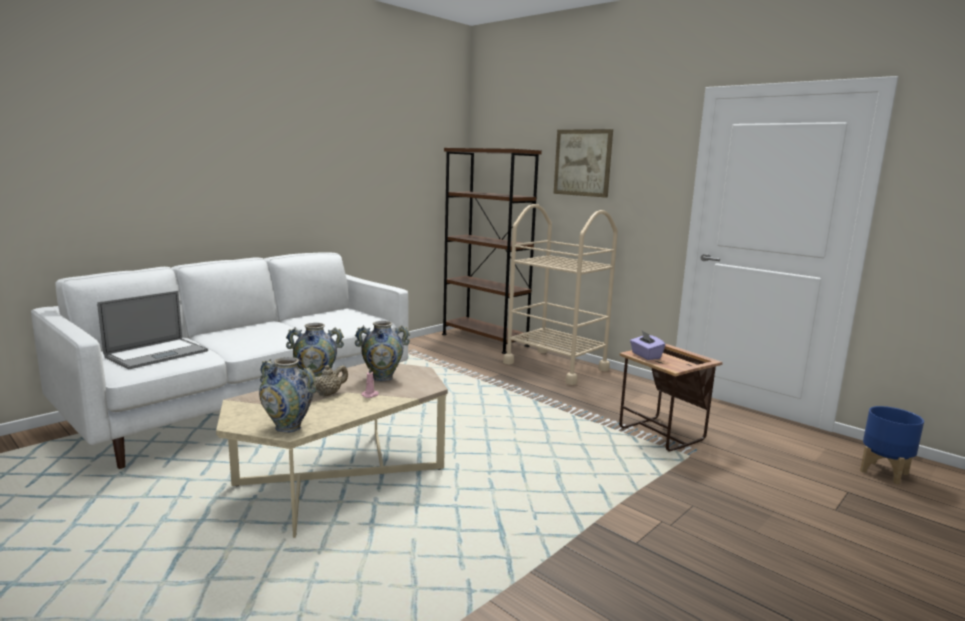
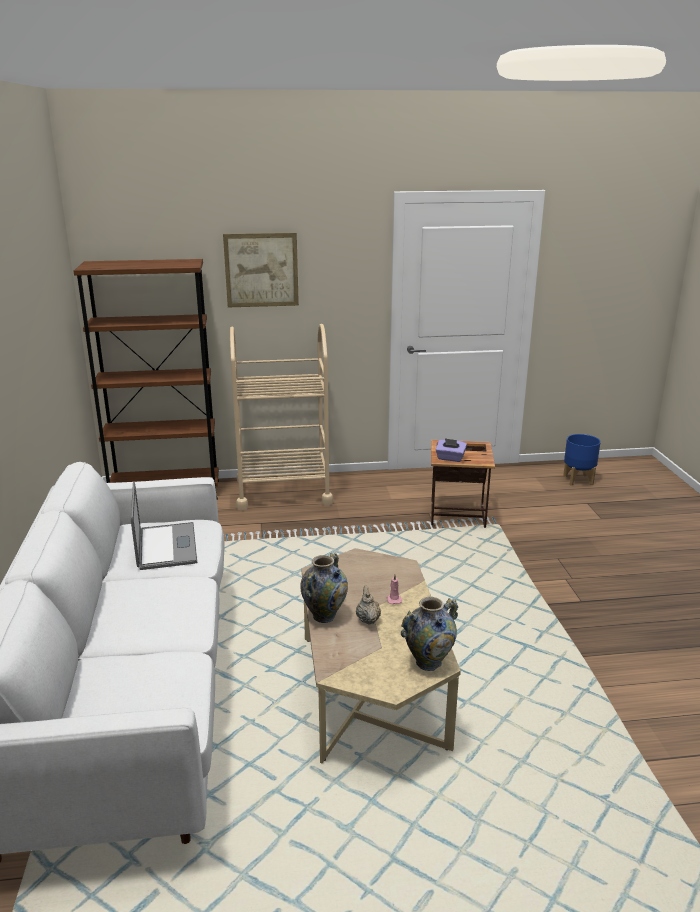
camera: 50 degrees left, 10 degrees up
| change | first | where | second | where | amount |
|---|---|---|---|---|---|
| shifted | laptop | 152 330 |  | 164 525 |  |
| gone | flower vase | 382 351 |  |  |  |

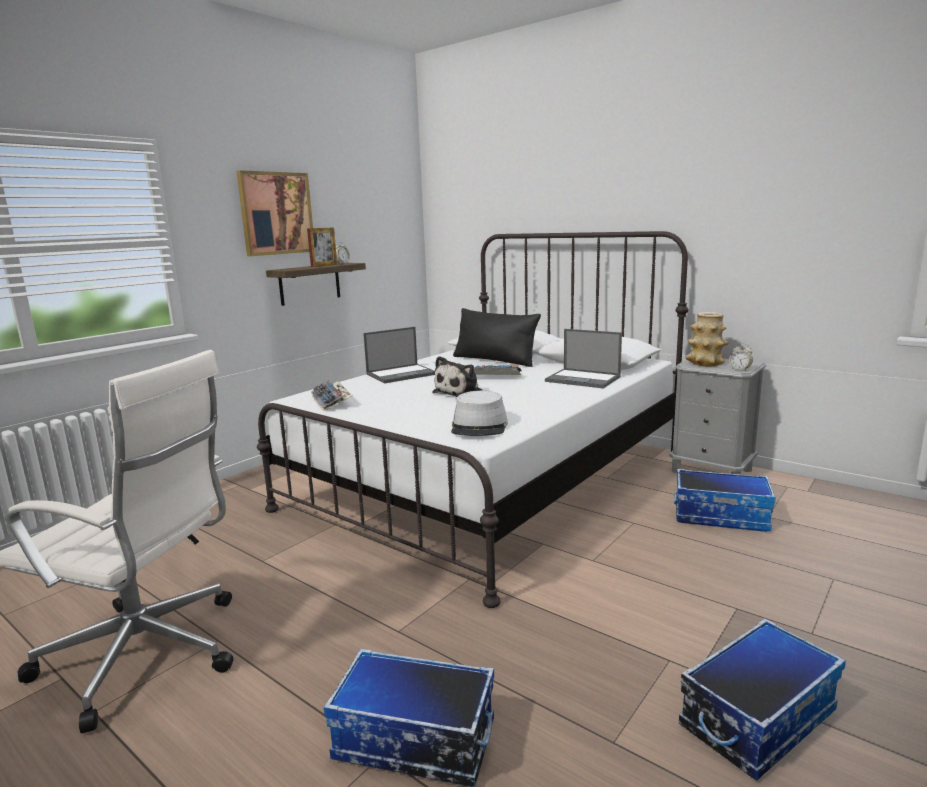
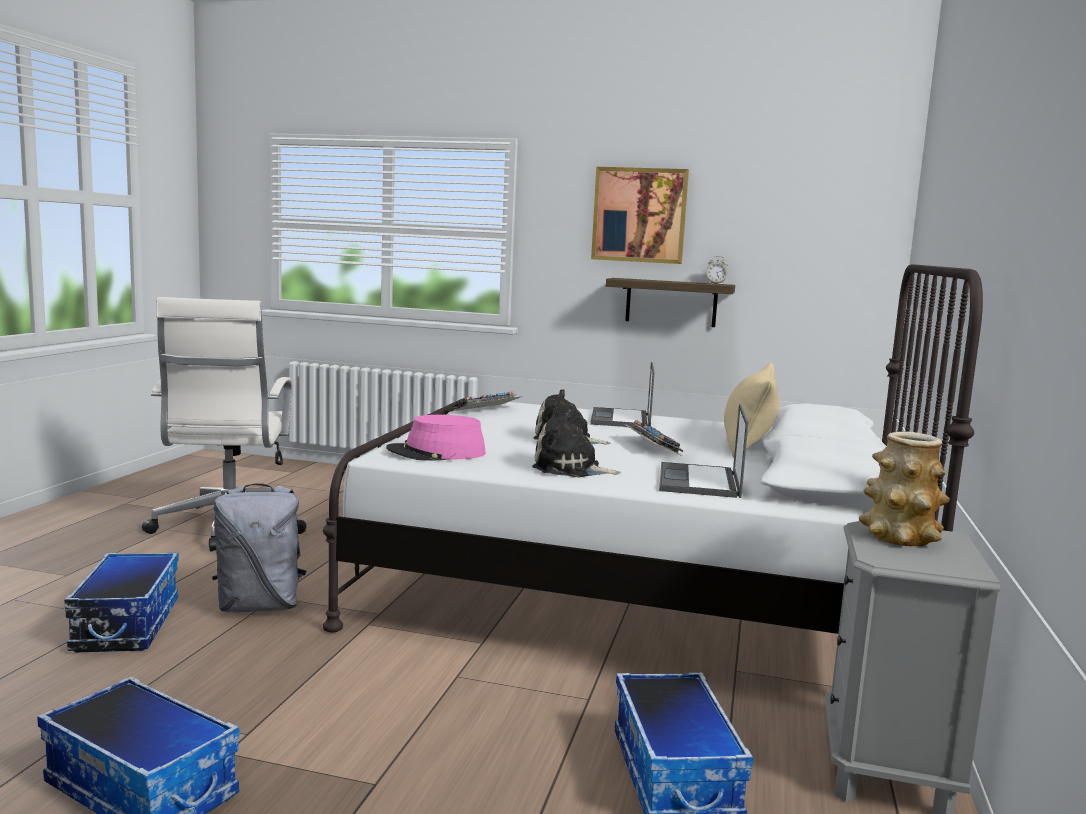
camera: 65 degrees right, 5 degrees down
| change | first | where | second | where | amount |
|---|---|---|---|---|---|
| gone | picture frame | 322 247 |  |  |  |
| rotated | laptop | 399 355 |  | 622 394 | 60 degrees clockwise |
| repainted | wearable hat in greyish | 479 413 | wearable hat in pink-coloured | 436 438 |  |
| repainted | throw pillow in black | 497 337 | throw pillow in sand-coloured | 752 410 |  |
| gone | alarm clock | 741 357 |  |  |  |
| new |  |  | rucksack in greyish | 259 547 |  |
| new |  |  | plush toy | 576 443 |  |

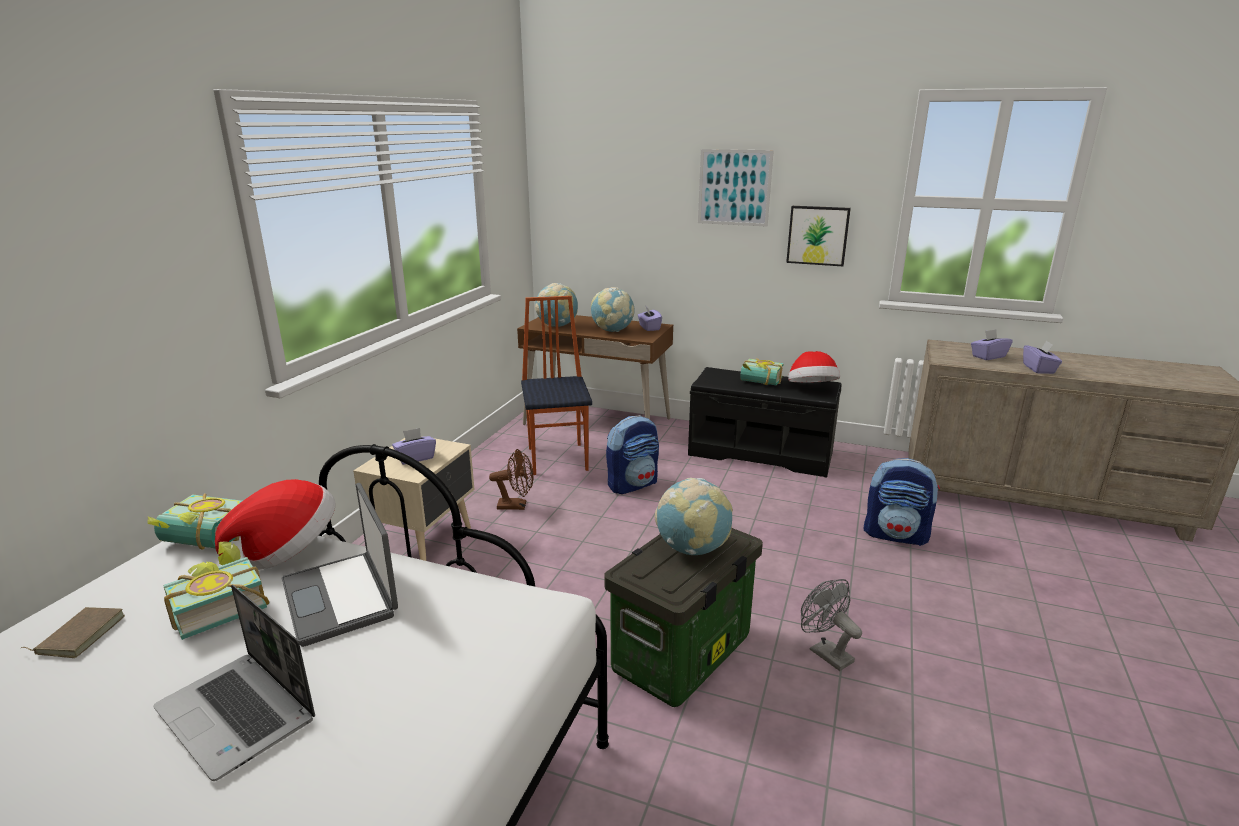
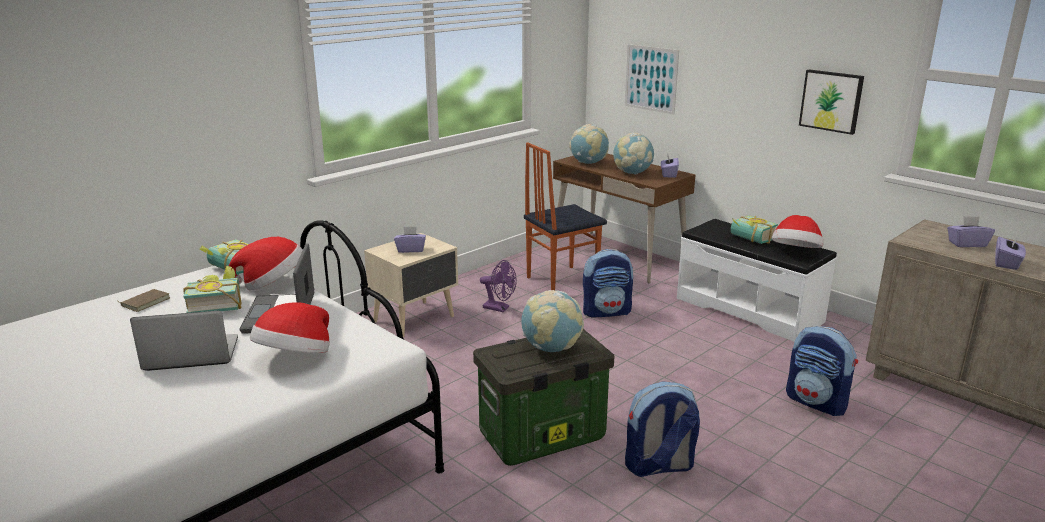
camera: 25 degrees right, 0 degrees up
| change | first | where | second | where | amount |
|---|---|---|---|---|---|
| rotated | laptop | 234 682 |  | 184 341 | 105 degrees clockwise |
| repainted | fan in brown-coloured | 511 479 | fan in purple-coloured | 498 286 |  |
| rotated | plain chair | 556 385 |  | 565 216 | 135 degrees counterclockwise |
| repainted | bench in black | 765 422 | bench in white | 757 280 |  |
| shifted | wall picture | 736 188 |  | 652 79 |  |
| swapped | fan in greyish | 831 625 | rucksack | 662 429 |  |
| new |  |  | wearable hat | 290 327 |  |

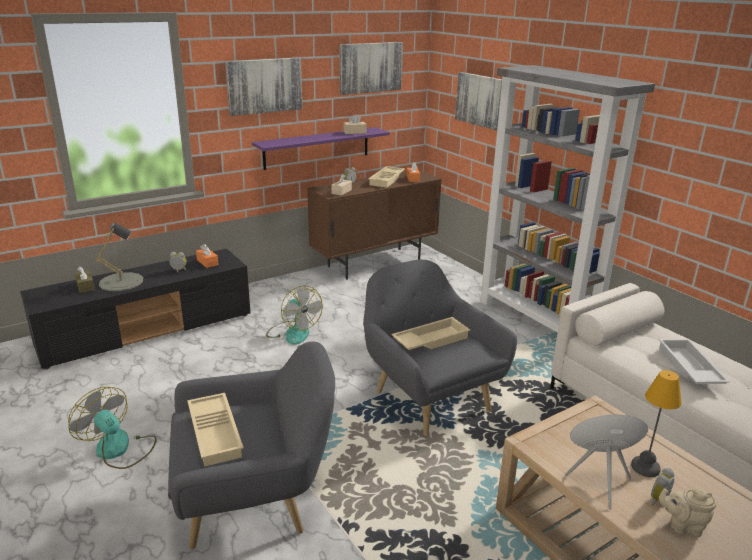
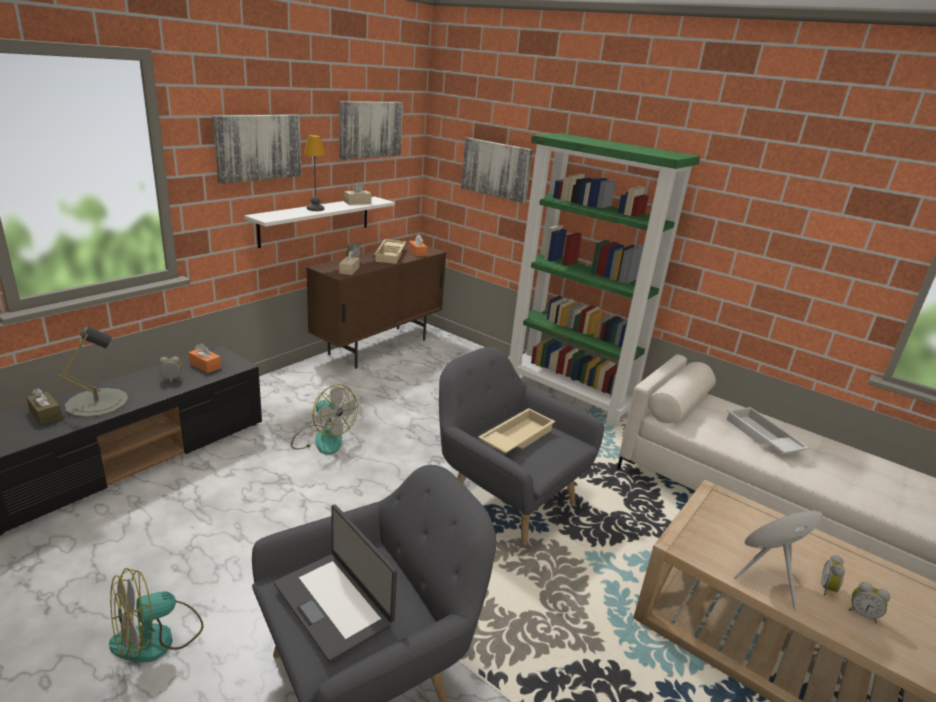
camera: 20 degrees left, 0 degrees up
| change | first | where | second | where | amount |
|---|---|---|---|---|---|
| rotated | fan | 112 428 |  | 156 615 | 60 degrees counterclockwise |
| swapped | tray in sand-coloured | 215 429 | laptop | 335 583 |  |
| repainted | bracket shelf in purple-coloured | 321 148 | bracket shelf in white | 319 222 |  |
| repainted | bookshelf in greyish | 567 199 | bookshelf in green-coloured | 604 280 |  |
| shifted | lamp for a table | 656 423 |  | 314 173 |  |
| swapped | tea pot in sand-coloured | 687 513 | alarm clock | 869 602 |  |

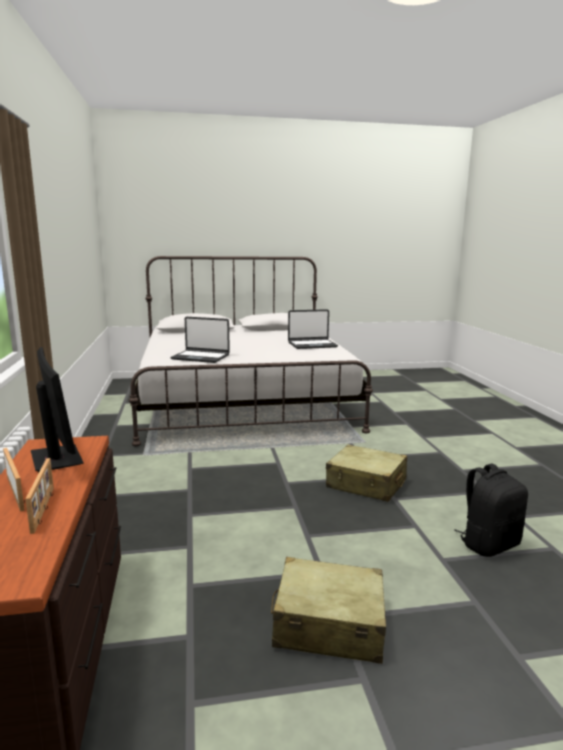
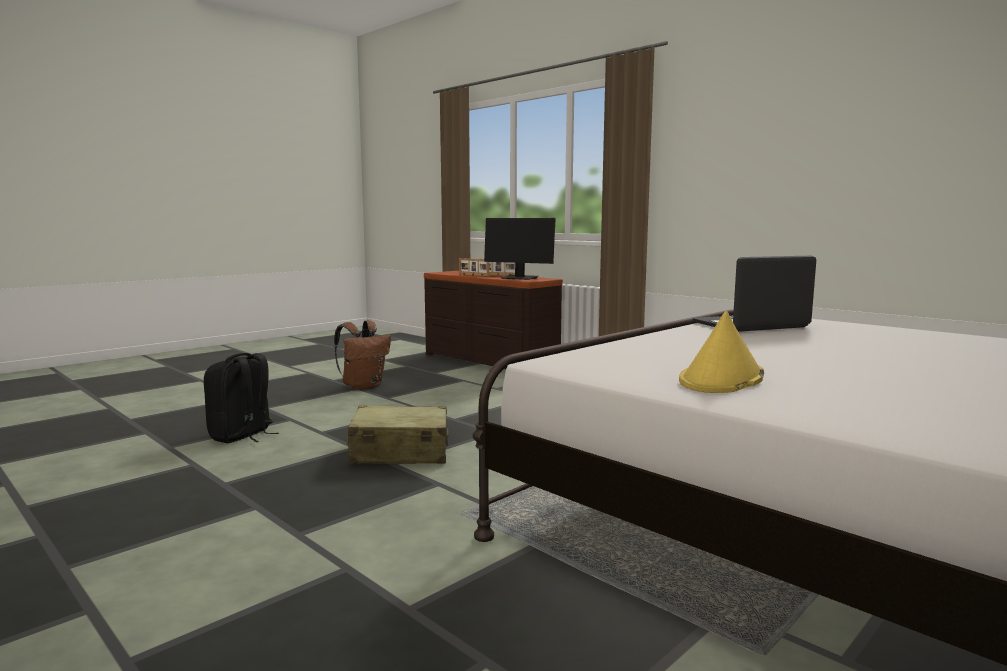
camera: 145 degrees right, 5 degrees down
| change | first | where | second | where | amount |
|---|---|---|---|---|---|
| swapped | suitcase in sand-coloured | 328 610 | rucksack in brown-coloured | 362 355 |  |
| swapped | laptop | 313 329 | wearable hat in yellowish | 721 352 |  |

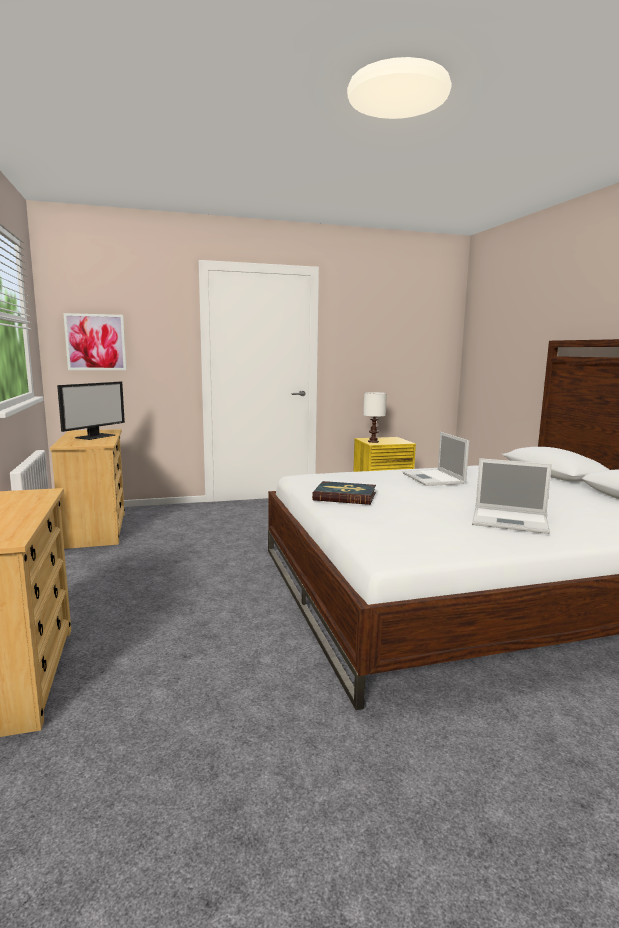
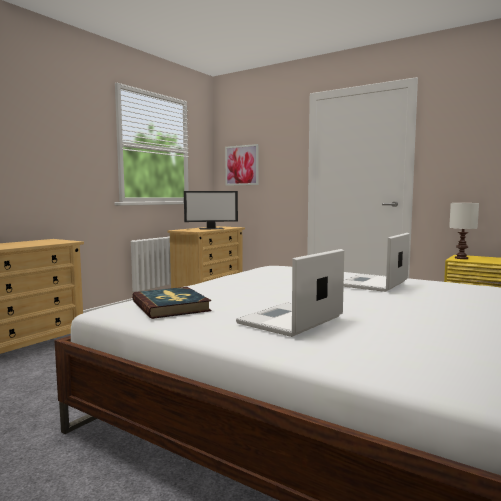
camera: 50 degrees right, 5 degrees down
| change | first | where | second | where | amount |
|---|---|---|---|---|---|
| shifted | bound book | 344 493 |  | 172 303 |  |
| rotated | laptop | 512 496 |  | 290 293 | 60 degrees clockwise |

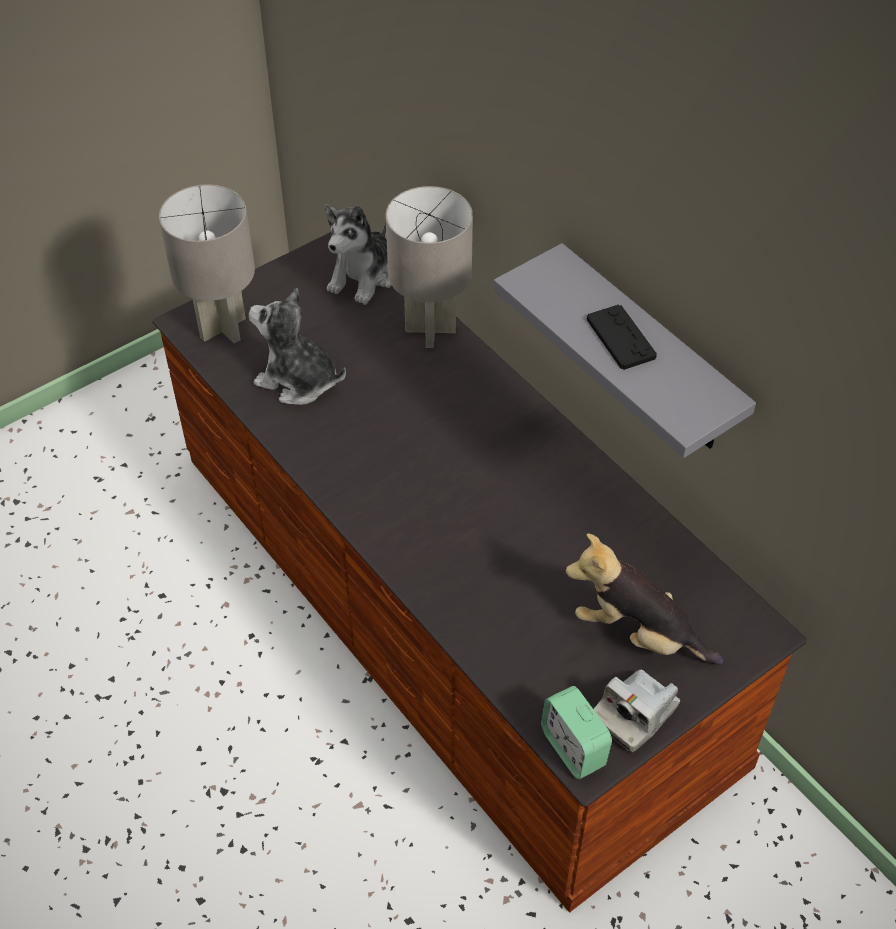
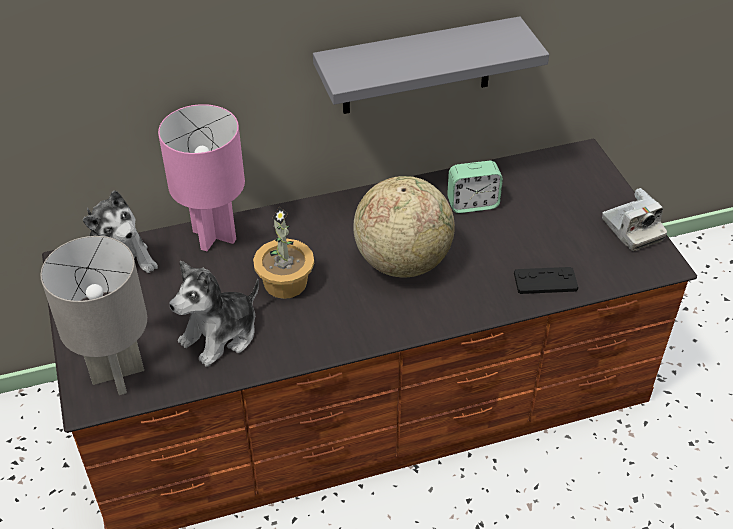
camera: 70 degrees left, 5 degrees down
| change | first | where | second | where | amount |
|---|---|---|---|---|---|
| repainted | lamp for a table in greyish | 429 267 | lamp for a table in pink-coloured | 201 177 |  |
| shifted | alarm clock | 576 732 |  | 475 187 |  |
| gone | plush toy | 644 599 |  |  |  |
| shifted | joypad in black | 622 337 |  | 546 280 |  |
| new |  |  | potted plant | 283 253 |  |
| new |  |  | globe | 404 226 |  |

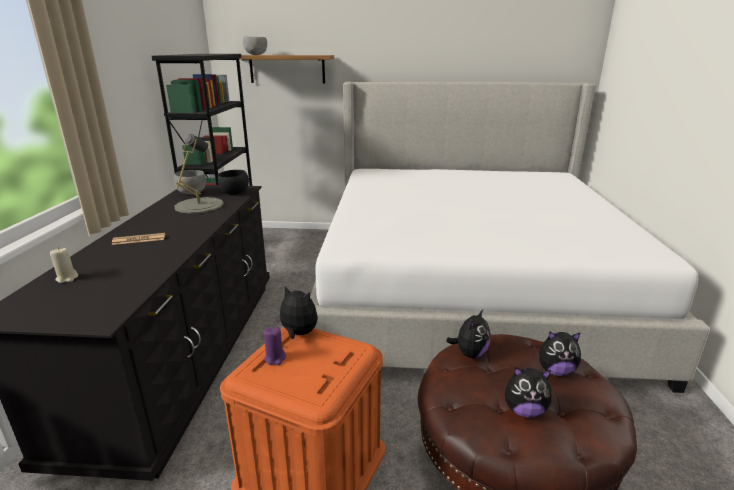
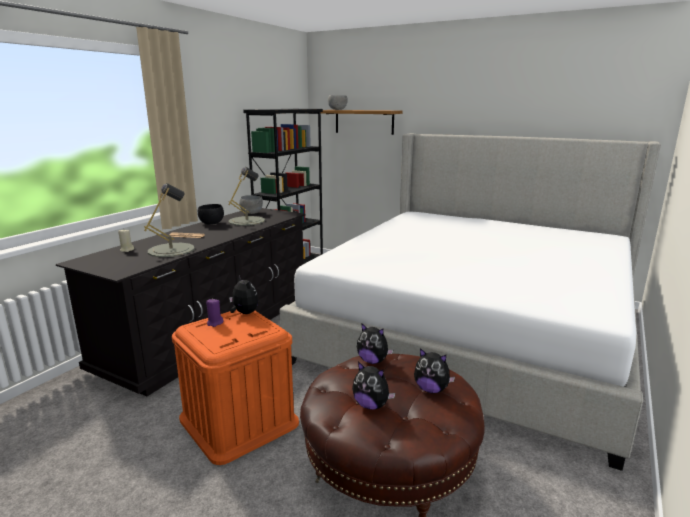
camera: 25 degrees right, 5 degrees down
| change | first | where | second | where | amount |
|---|---|---|---|---|---|
| shifted | bowl in black | 233 182 |  | 211 214 |  |
| rotated | plush toy | 468 333 |  | 375 343 | 60 degrees clockwise |
| new |  |  | lamp for a table in greyish | 169 220 |  |

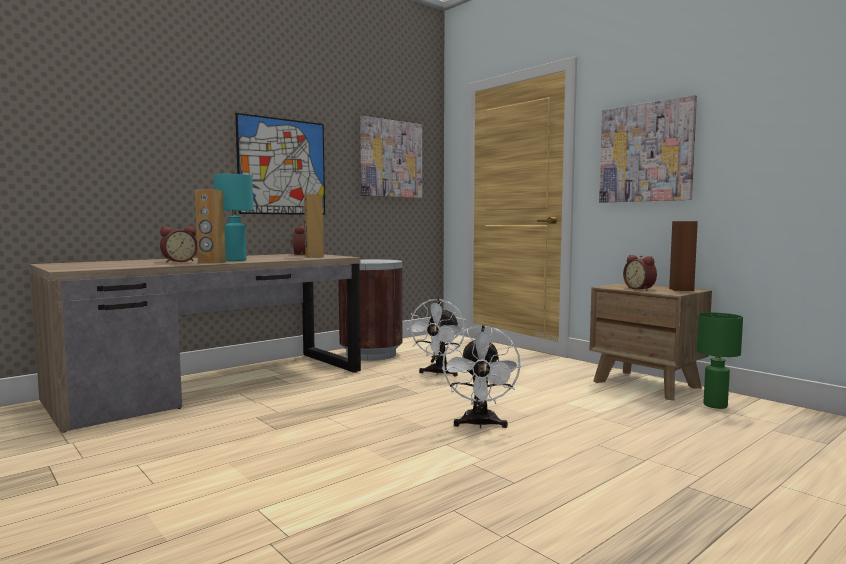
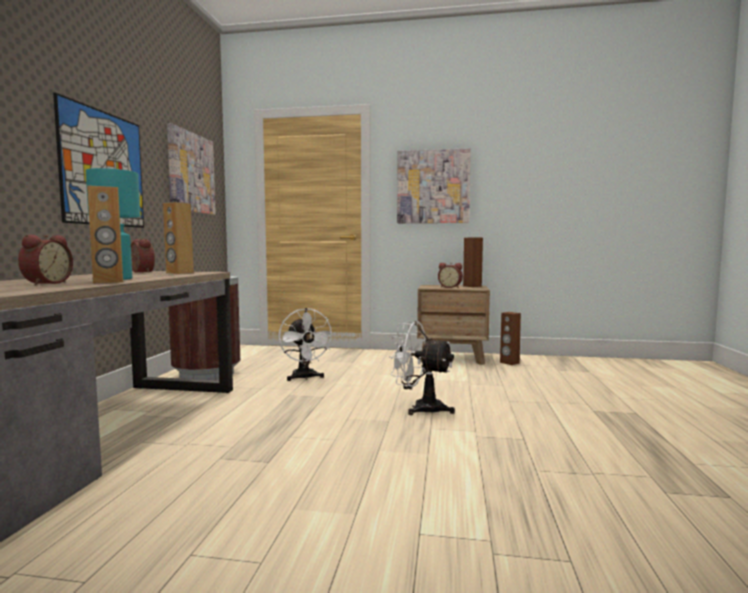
camera: 40 degrees left, 0 degrees up
| change | first | where | second | where | amount |
|---|---|---|---|---|---|
| rotated | fan in white | 482 376 |  | 422 368 | 150 degrees clockwise |
| swapped | lamp for a table in green-coloured | 719 360 | speaker in brown-coloured | 510 338 |  |

